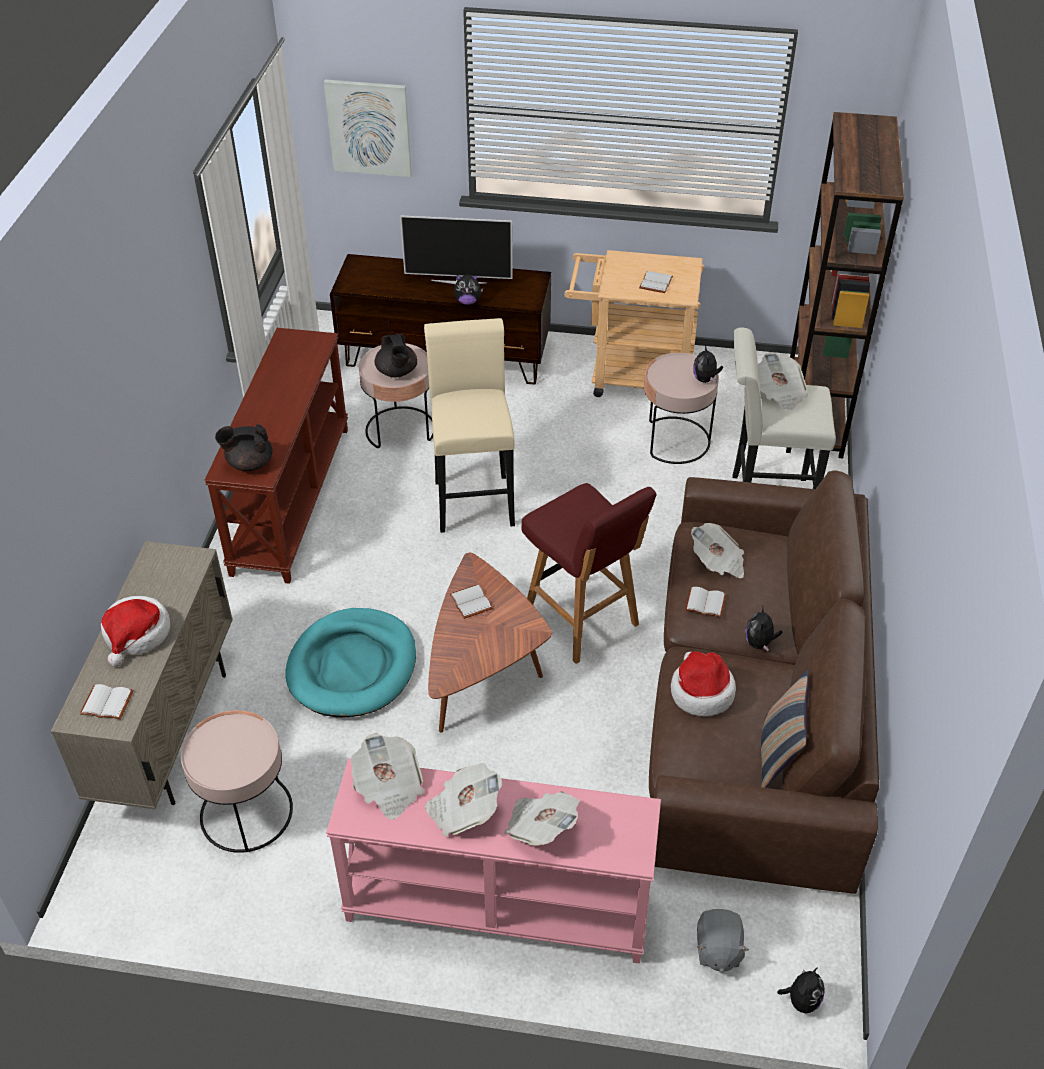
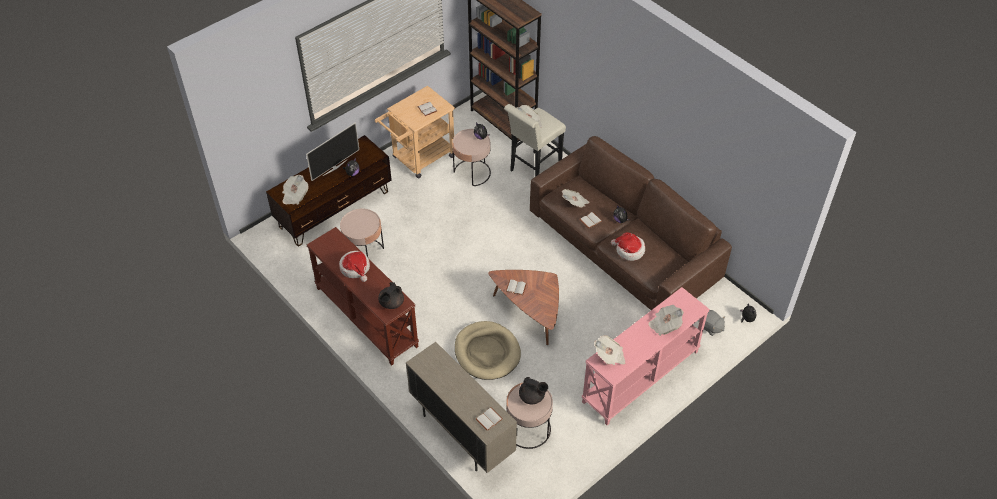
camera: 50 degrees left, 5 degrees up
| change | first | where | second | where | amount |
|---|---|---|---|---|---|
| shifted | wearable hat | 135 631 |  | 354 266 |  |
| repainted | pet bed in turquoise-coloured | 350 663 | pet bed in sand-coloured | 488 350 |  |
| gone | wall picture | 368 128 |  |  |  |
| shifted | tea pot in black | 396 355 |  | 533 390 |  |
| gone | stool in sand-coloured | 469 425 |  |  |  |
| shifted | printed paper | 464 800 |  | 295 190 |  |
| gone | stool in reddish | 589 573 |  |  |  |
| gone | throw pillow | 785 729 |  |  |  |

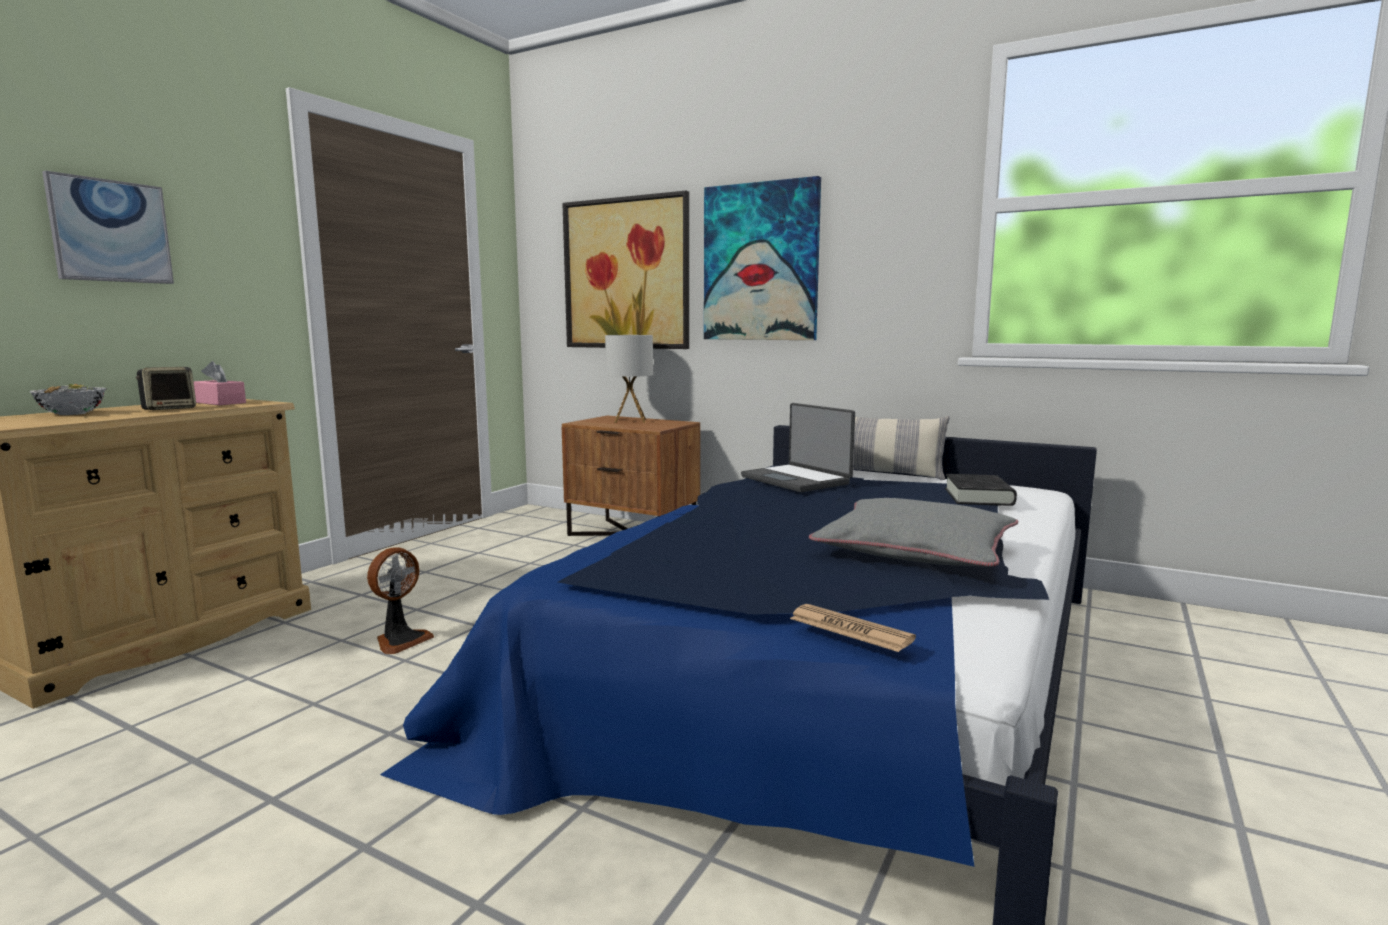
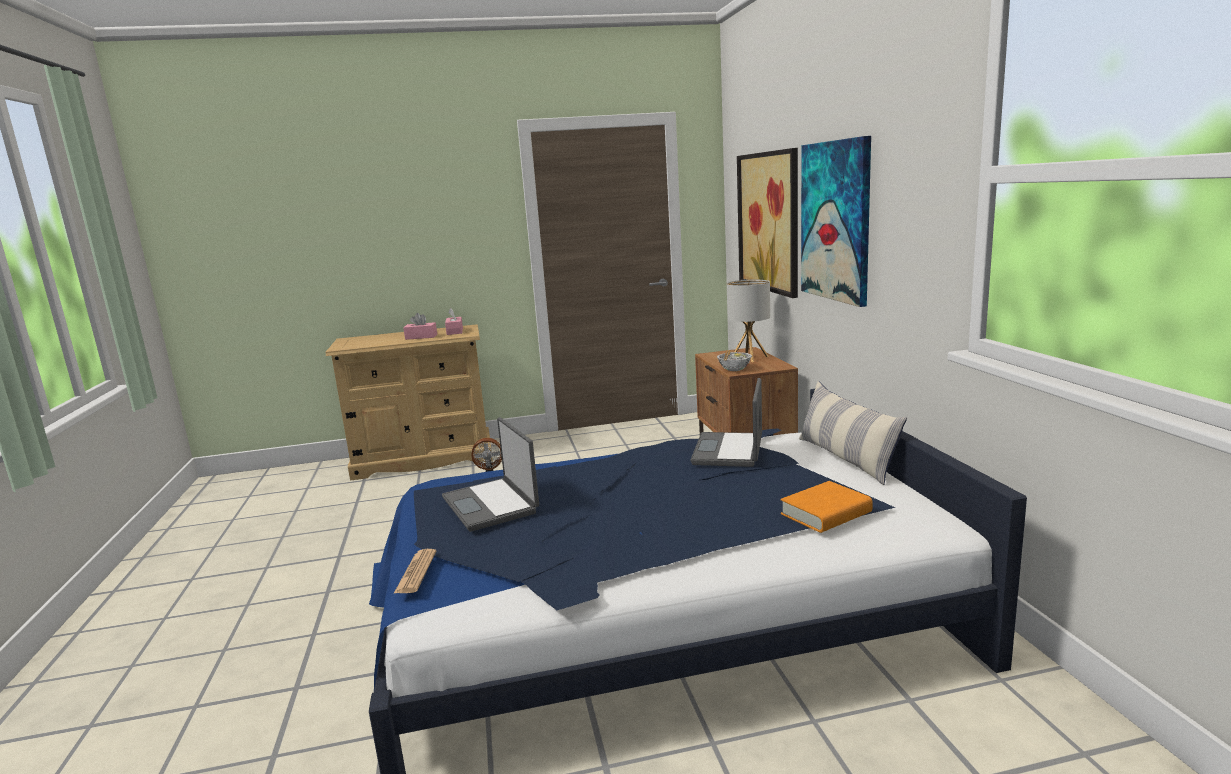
camera: 50 degrees right, 5 degrees up
| change | first | where | second | where | amount |
|---|---|---|---|---|---|
| shifted | bowl | 68 399 |  | 734 360 |  |
| gone | wall picture | 108 227 |  |  |  |
| swapped | speaker | 166 388 | tissue holder in pink-coloured | 420 326 |  |
| gone | throw pillow in greyish | 913 532 |  |  |  |
| repainted | bound book in black | 981 490 | bound book in orange | 827 507 |  |
| new |  |  | laptop | 490 474 |  |

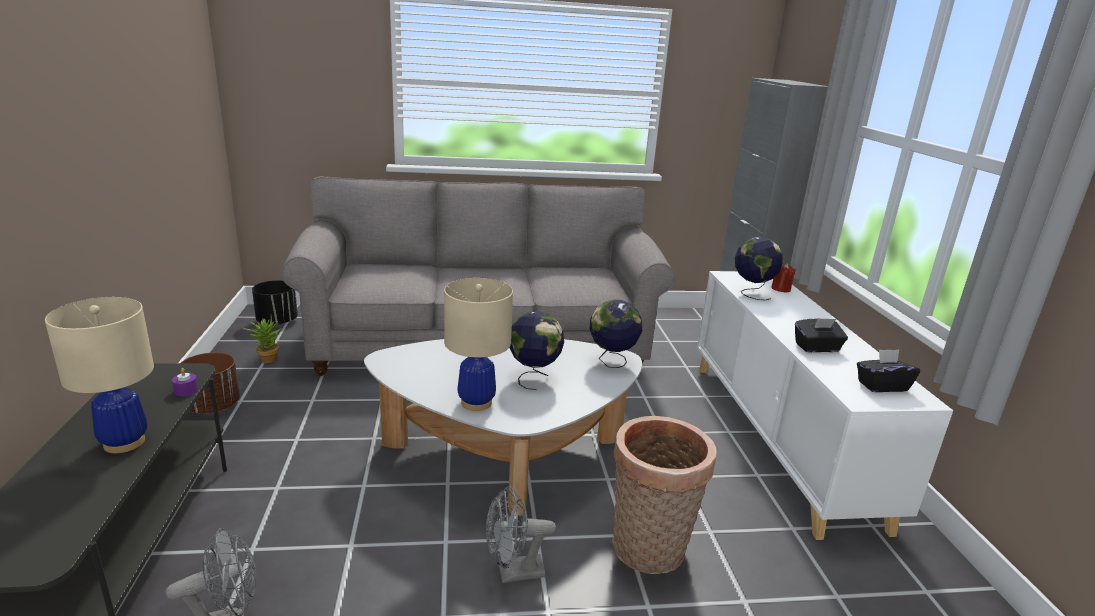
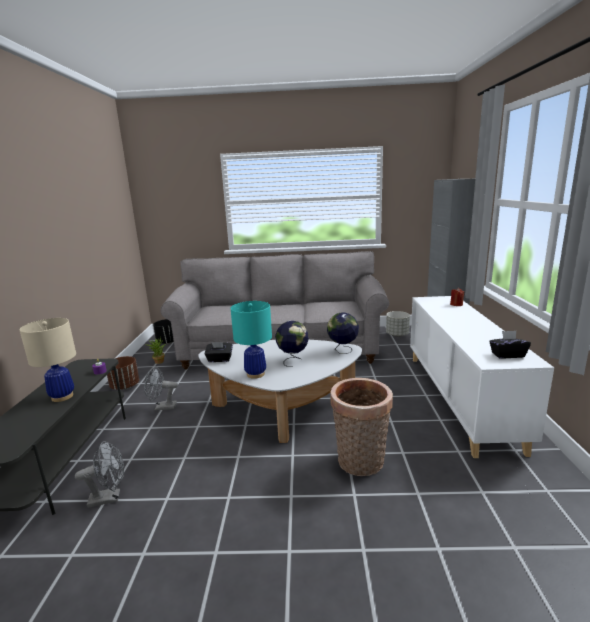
camera: 10 degrees right, 5 degrees down
| change | first | where | second | where | amount |
|---|---|---|---|---|---|
| repainted | lamp for a table in sand-coloured | 478 344 | lamp for a table in turquoise-coloured | 251 340 |  |
| shifted | fan in greyish | 521 534 |  | 161 388 |  |
| gone | globe | 759 268 |  |  |  |
| shifted | tissue holder in black | 821 335 |  | 219 352 |  |
| new |  |  | flower pot in greyish | 398 324 |  |

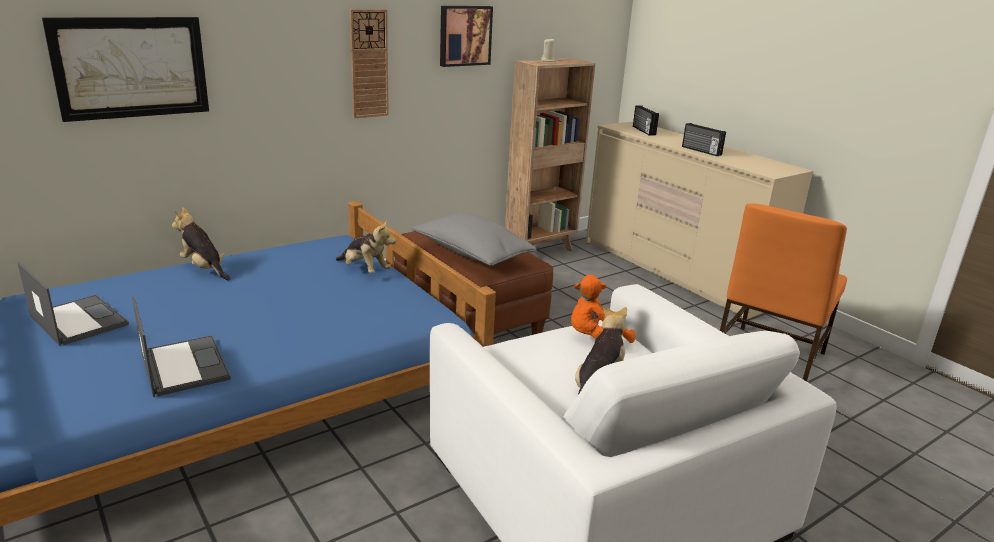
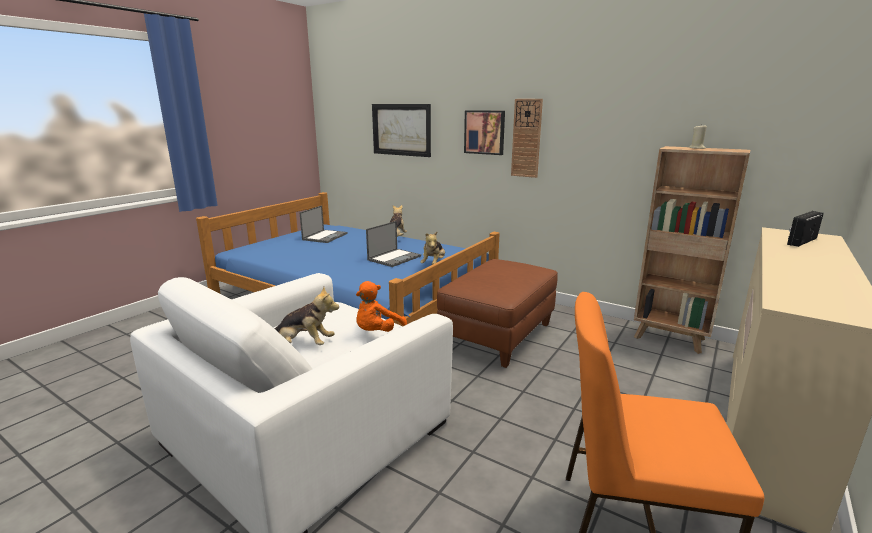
camera: 70 degrees right, 5 degrees down
| change | first | where | second | where | amount |
|---|---|---|---|---|---|
| shifted | laptop | 181 346 |  | 393 244 |  |
| gone | throw pillow in greyish | 474 239 |  |  |  |
| shifted | wall picture | 466 36 |  | 484 132 |  |
| rotated | plush toy in orange | 603 309 |  | 381 306 | 105 degrees counterclockwise |
| gone | radio set | 704 139 |  |  |  |

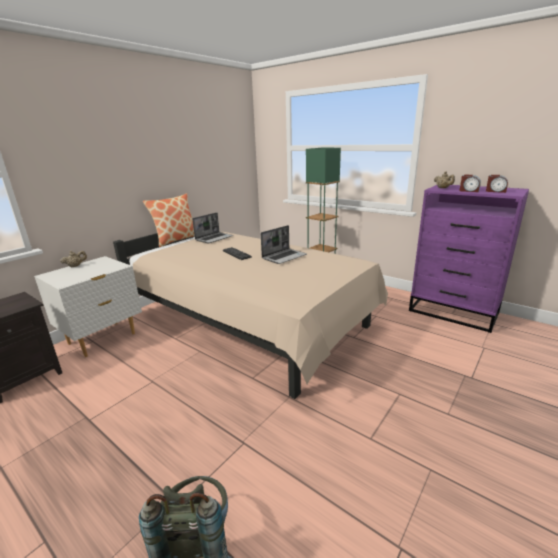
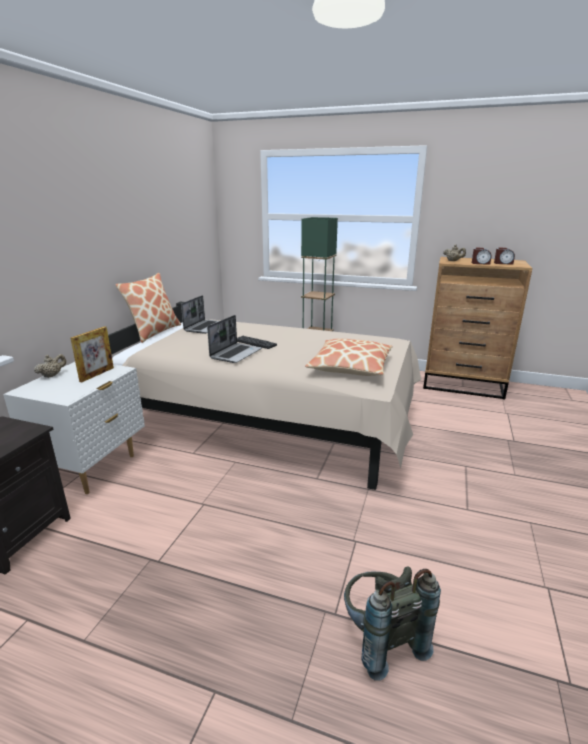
camera: 20 degrees left, 0 degrees up
| change | first | where | second | where | amount |
|---|---|---|---|---|---|
| shifted | laptop | 284 244 |  | 234 339 |  |
| repainted | chest of drawers in purple-coloured | 469 259 | chest of drawers in brown-coloured | 477 328 |  |
| new |  |  | picture frame | 92 354 |  |
| new |  |  | throw pillow | 349 357 |  |

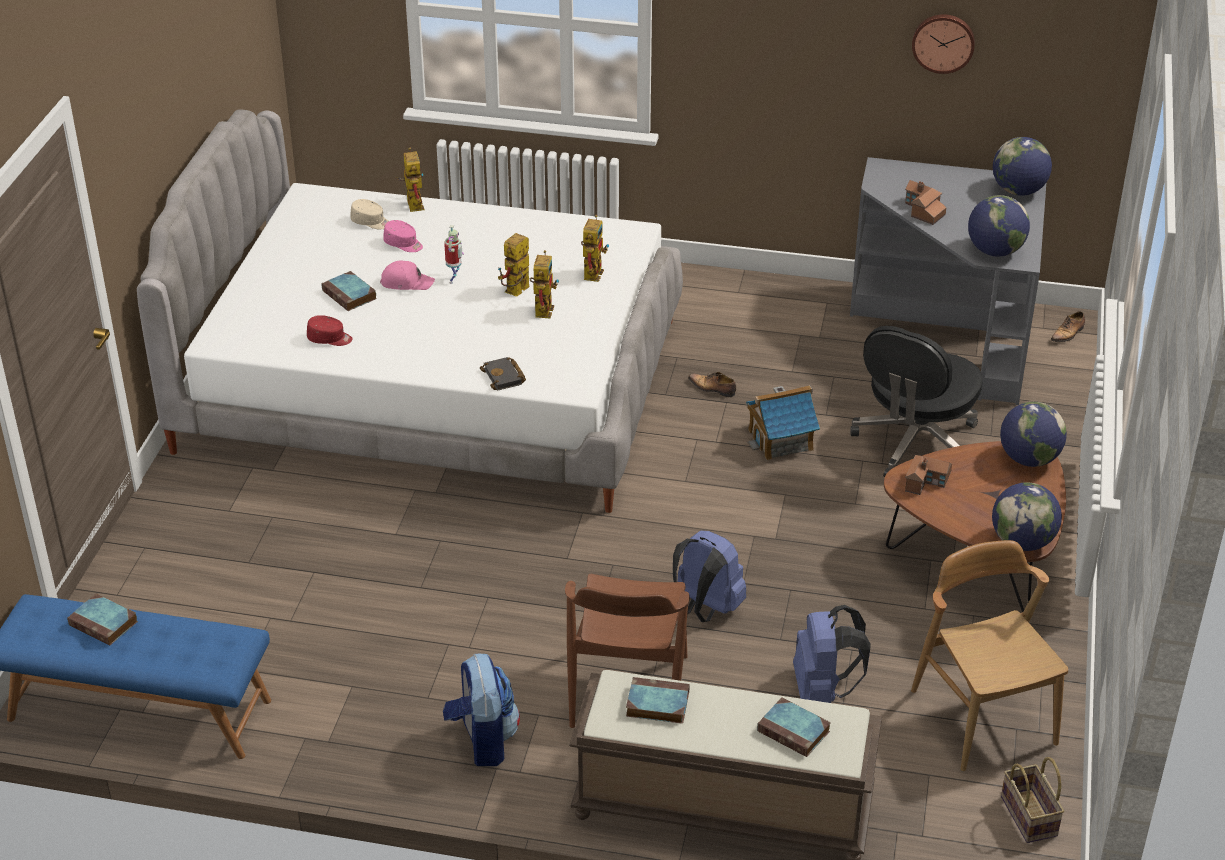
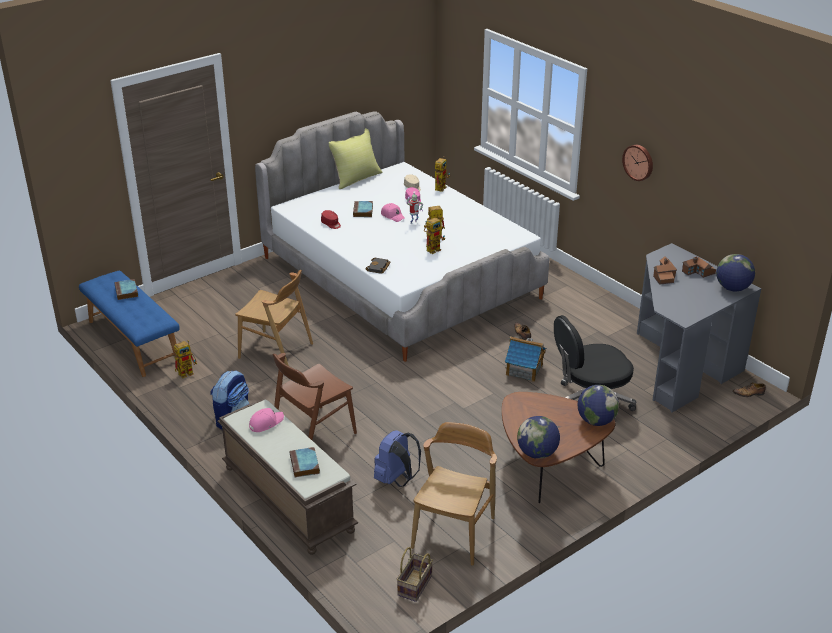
camera: 40 degrees right, 5 degrees down
| change | first | where | second | where | amount |
|---|---|---|---|---|---|
| shifted | model robot | 595 248 |  | 185 359 |  |
| swapped | bound book | 658 700 | baseball cap in pink-coloured | 266 420 |  |
| gone | rucksack in blue-coloured | 709 576 |  |  |  |
| shifted | toy house | 928 475 |  | 699 267 |  |
| shifted | wall clock | 943 44 |  | 637 163 |  |
| gone | globe | 999 226 |  |  |  |
| new |  |  | plain chair in brown-coloured | 274 318 |  |
| new |  |  | throw pillow in yellowish | 356 158 |  |

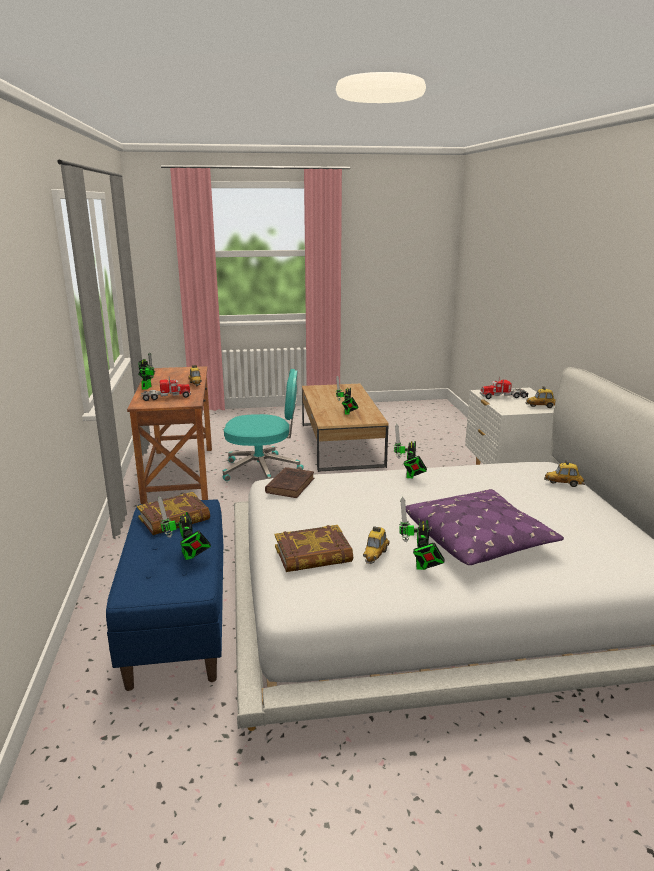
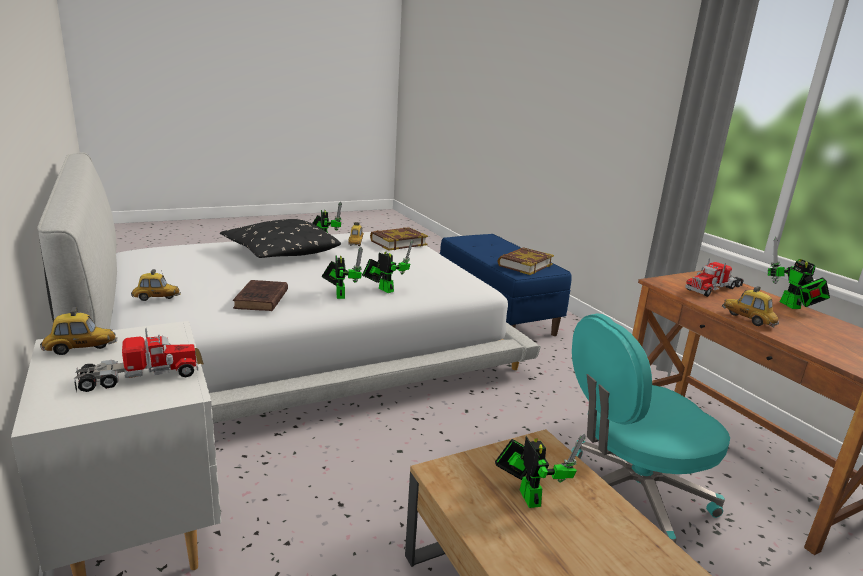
camera: 160 degrees right, 0 degrees up
| change | first | where | second | where | amount |
|---|---|---|---|---|---|
| shifted | model robot | 184 528 |  | 387 266 |  |
| shifted | bound book in brown-coloured | 289 482 |  | 260 295 |  |
| repainted | throw pillow in purple-coloured | 485 527 | throw pillow in black | 280 238 |  |

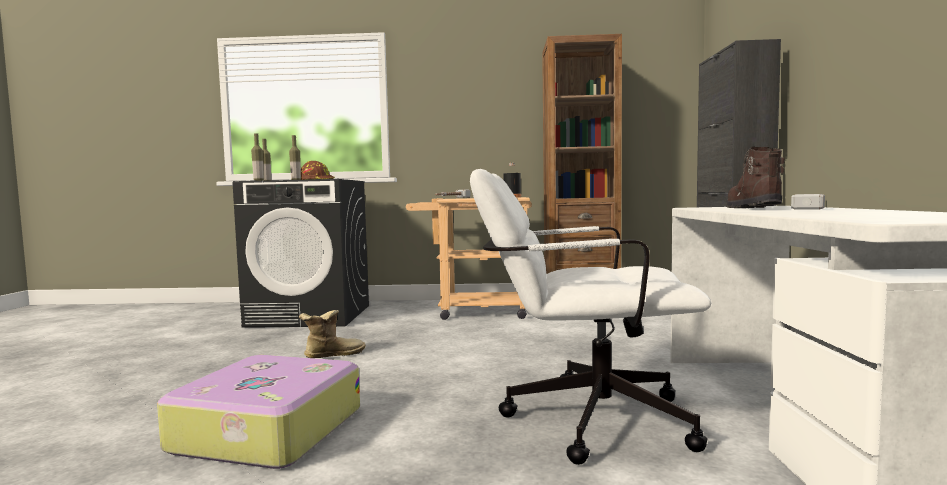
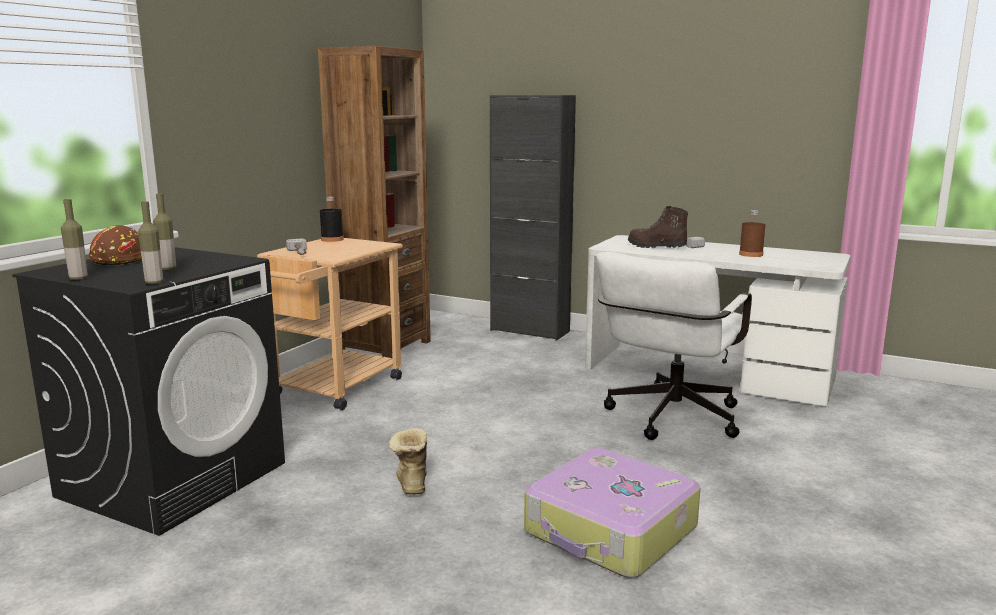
camera: 65 degrees left, 10 degrees up
| change | first | where | second | where | amount |
|---|---|---|---|---|---|
| new |  |  | drink bottle in brown-coloured | 752 233 |  |

